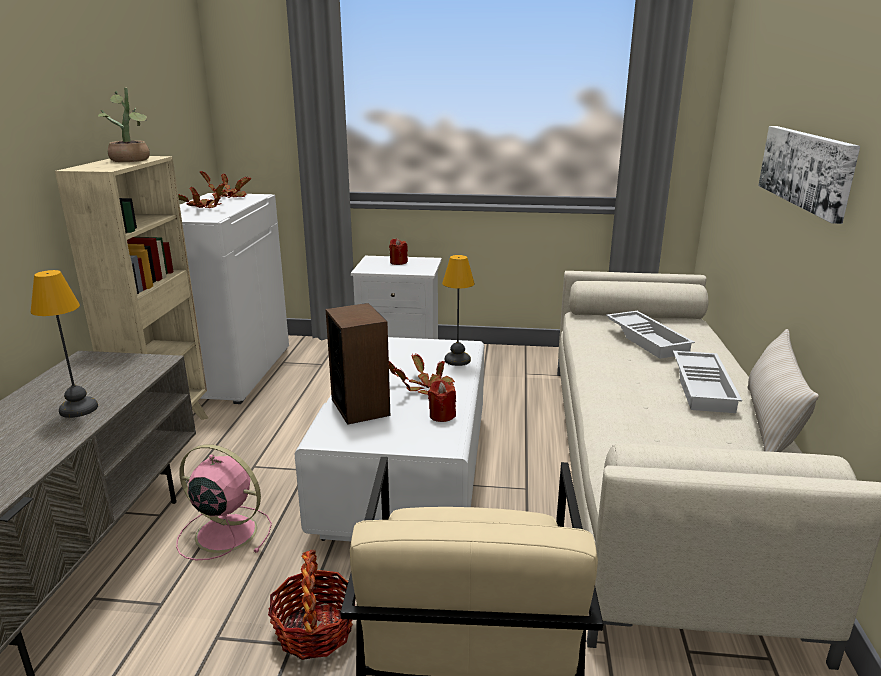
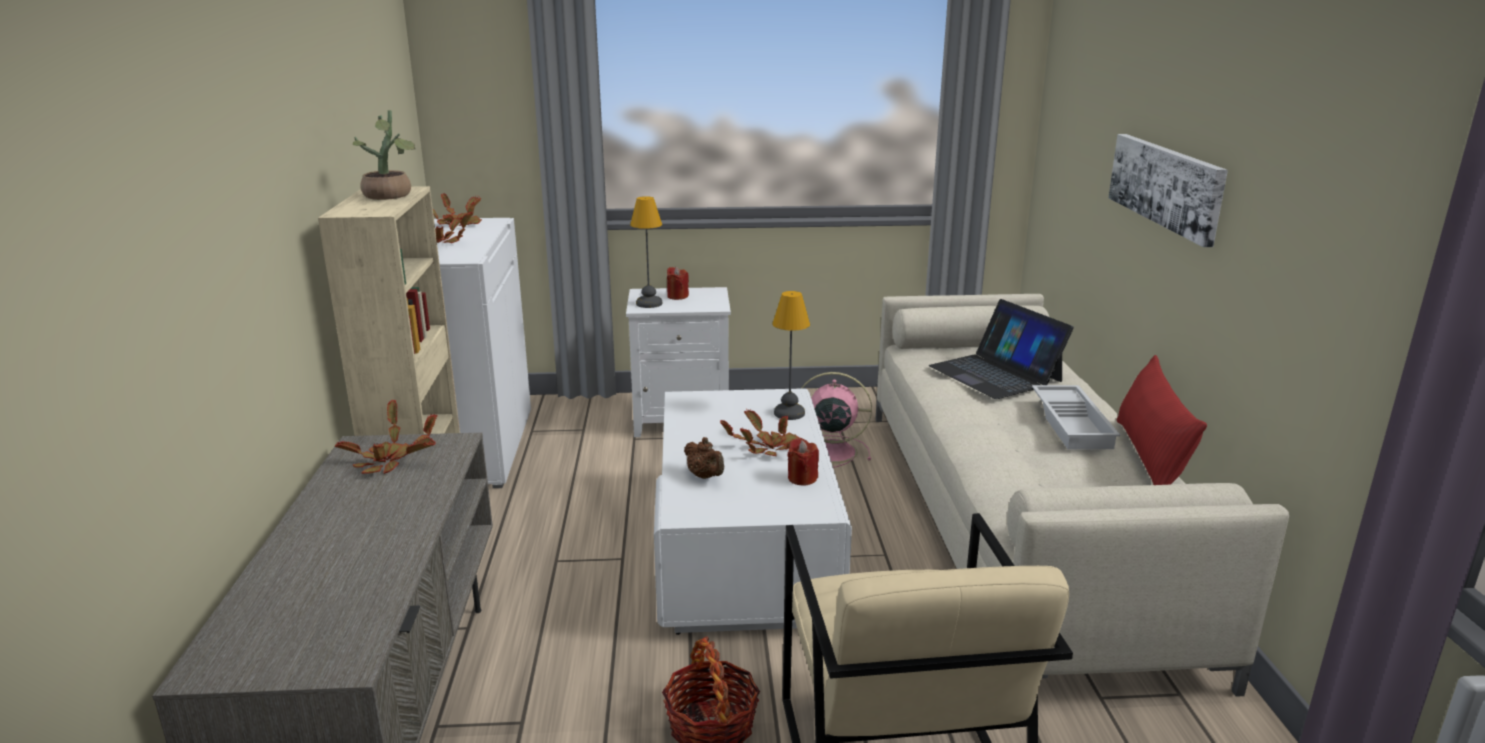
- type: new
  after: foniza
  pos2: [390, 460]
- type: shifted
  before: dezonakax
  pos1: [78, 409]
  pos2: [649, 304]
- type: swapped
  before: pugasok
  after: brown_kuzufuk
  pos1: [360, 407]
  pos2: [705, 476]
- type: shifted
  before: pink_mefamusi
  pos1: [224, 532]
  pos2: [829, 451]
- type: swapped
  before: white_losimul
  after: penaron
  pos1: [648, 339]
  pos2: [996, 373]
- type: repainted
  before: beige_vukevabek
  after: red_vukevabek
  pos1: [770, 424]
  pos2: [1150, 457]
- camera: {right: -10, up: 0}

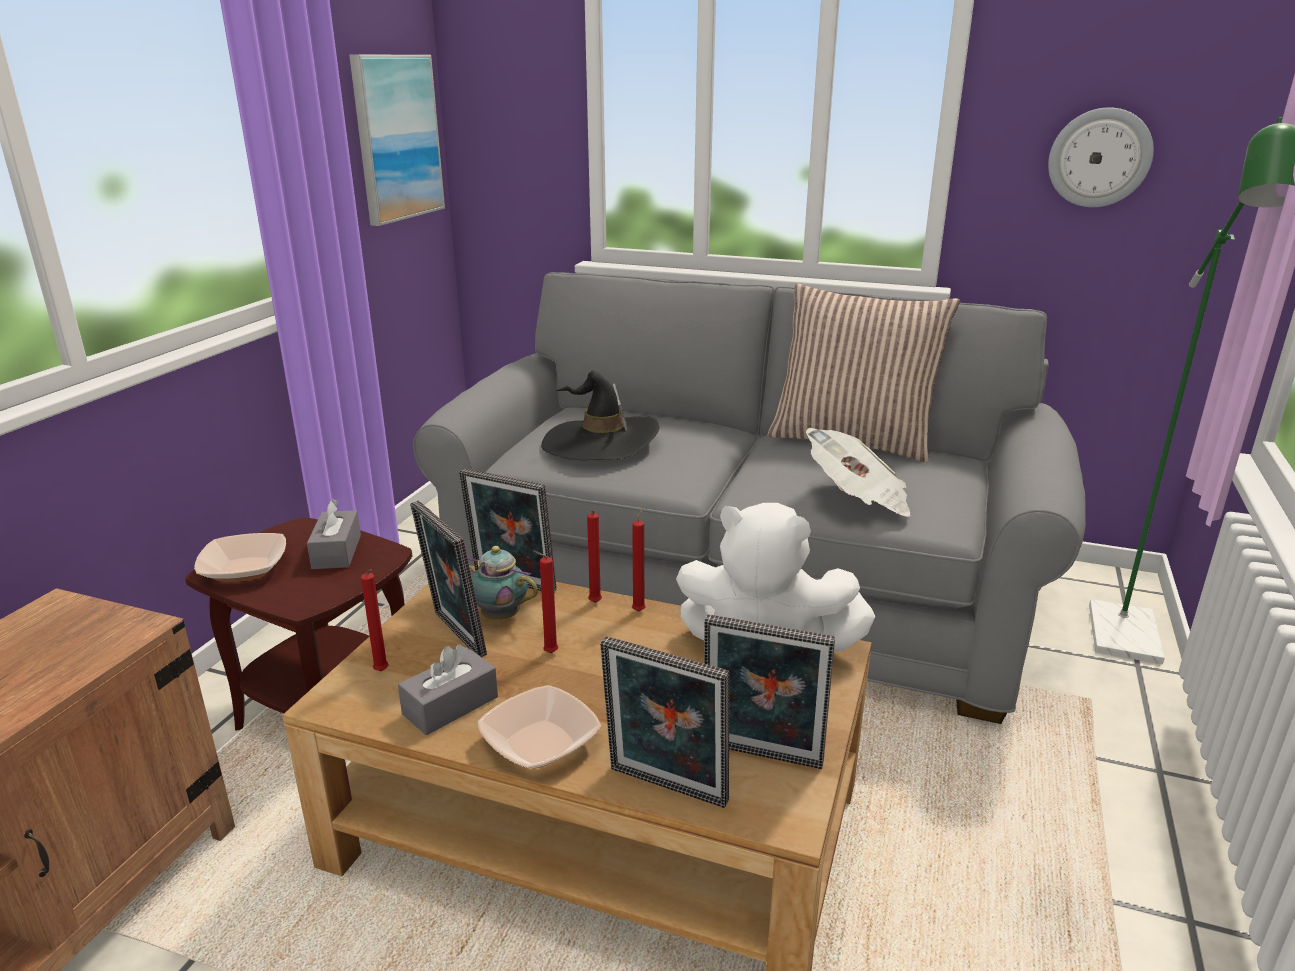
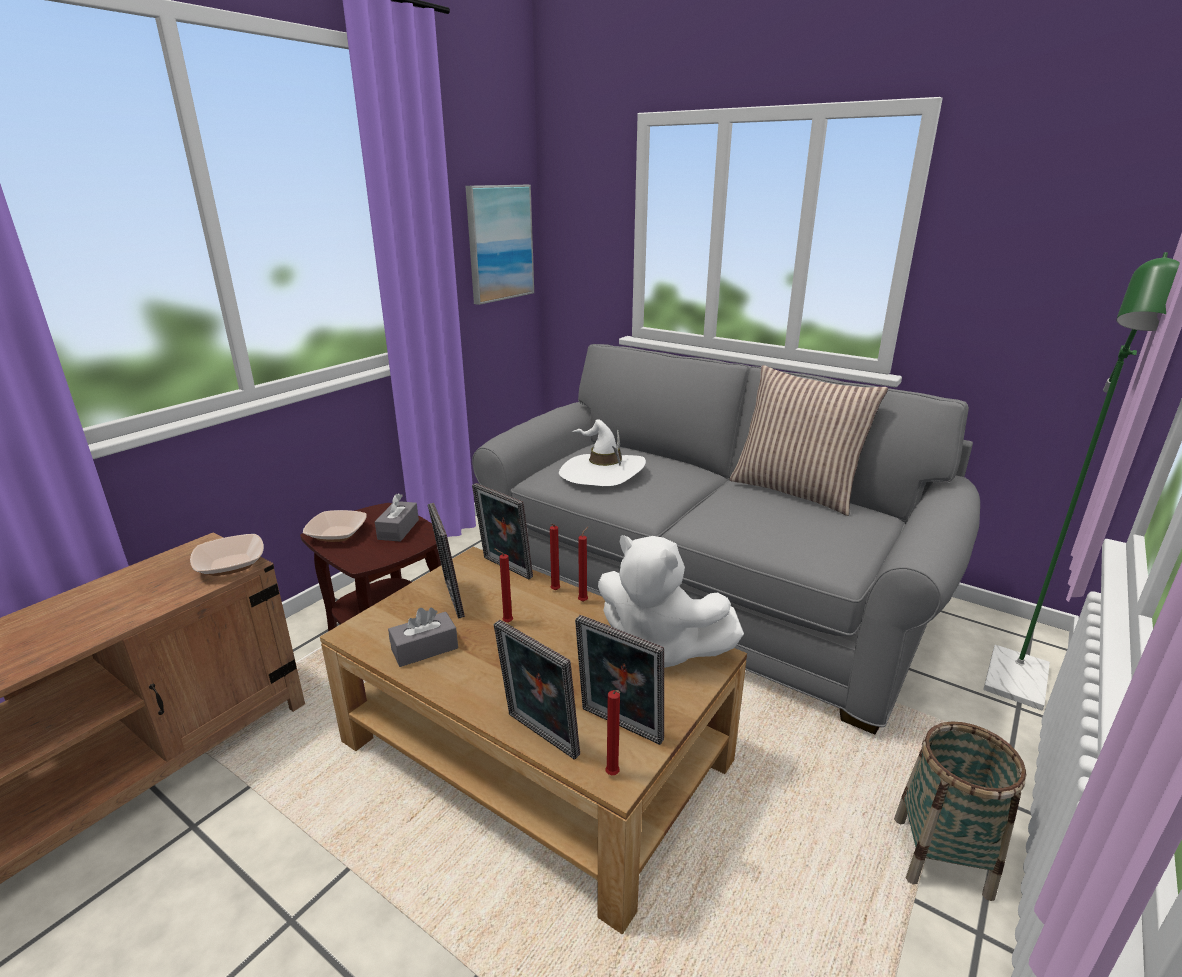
- type: shifted
  before: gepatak
  pos1: [540, 743]
  pos2: [231, 565]
- type: repainted
  before: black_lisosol
  after: white_lisosol
  pos1: [600, 443]
  pos2: [602, 473]
- type: shifted
  before: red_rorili
  pos1: [382, 672]
  pos2: [613, 776]
- type: new
  after: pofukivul
  pos2: [941, 856]
- type: gone
  before: kuzufuk
  pos1: [498, 615]
- type: gone
  before: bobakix
  pos1: [858, 499]
- type: gone
  before: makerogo
  pos1: [1099, 158]
- camera: {right: 15, up: 0}

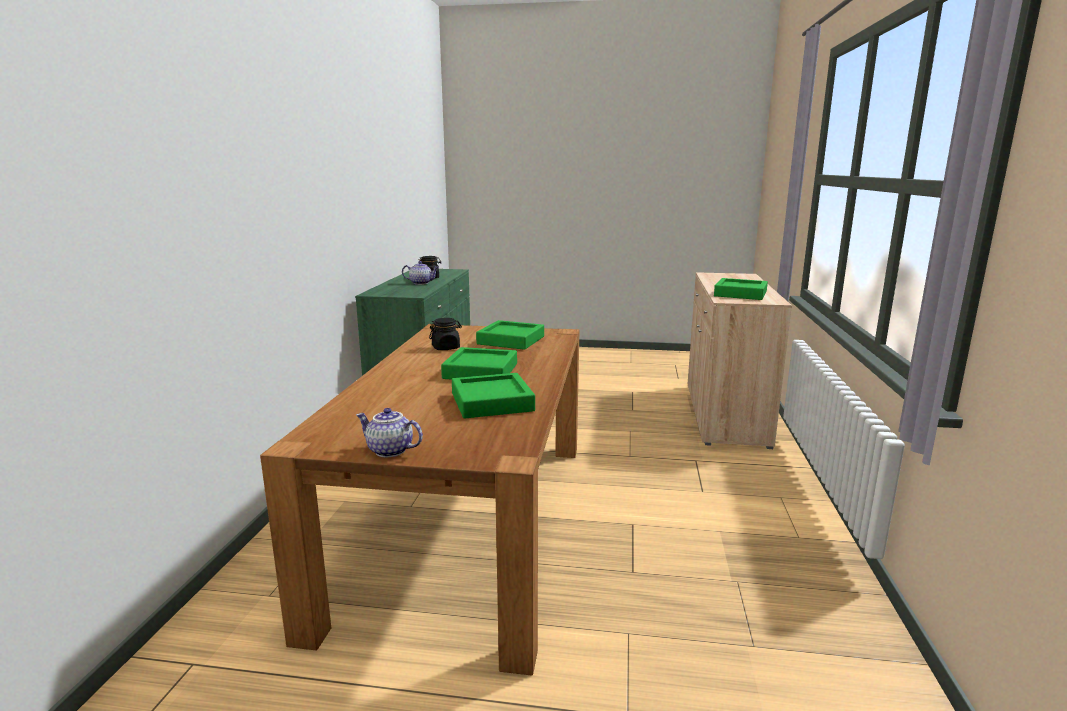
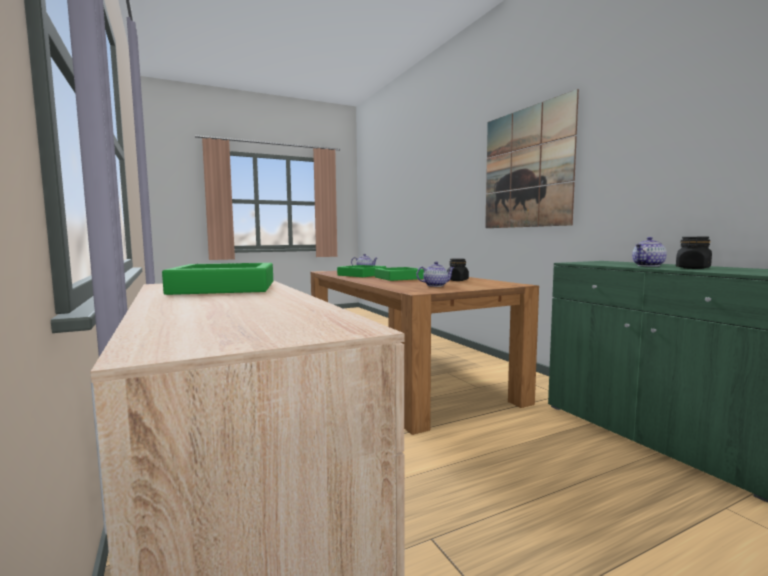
- type: swapped
  before: green_losimul
  after: kuzufuk
  pos1: [511, 340]
  pos2: [435, 285]
- type: new
  after: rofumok
  pos2: [526, 168]
- camera: {right: 145, up: -10}

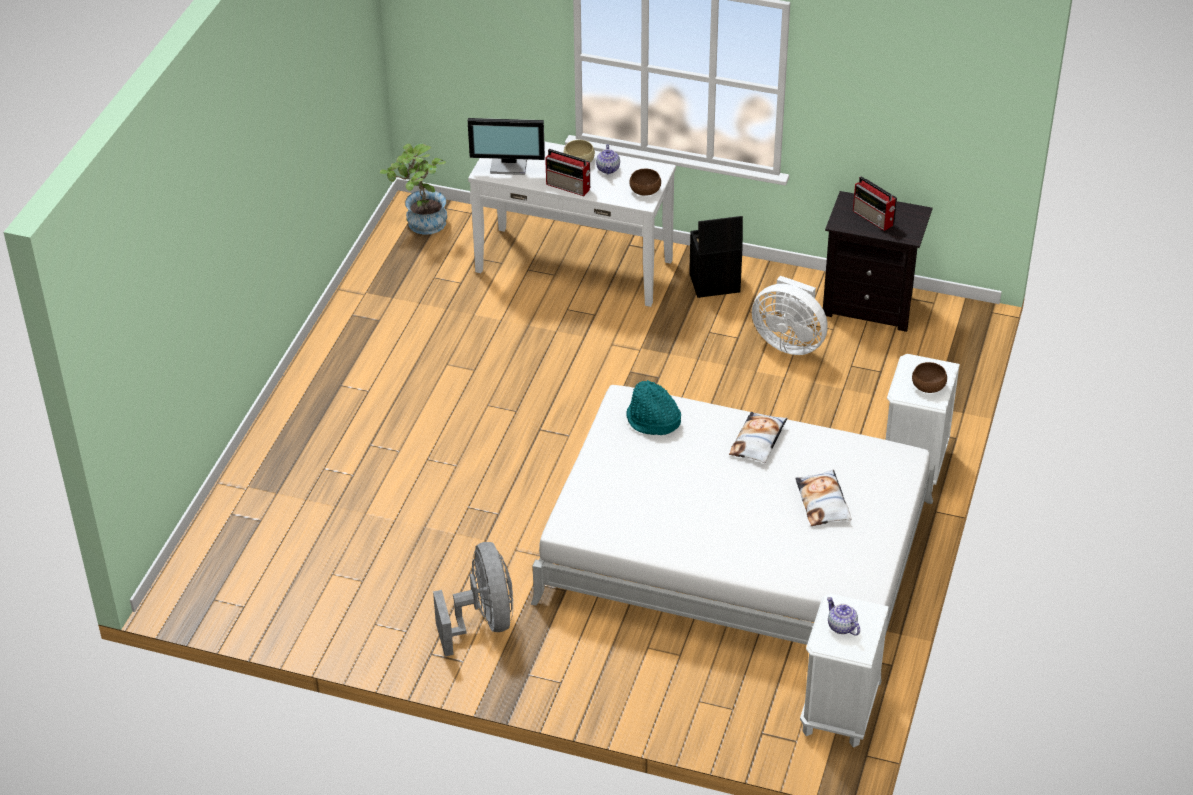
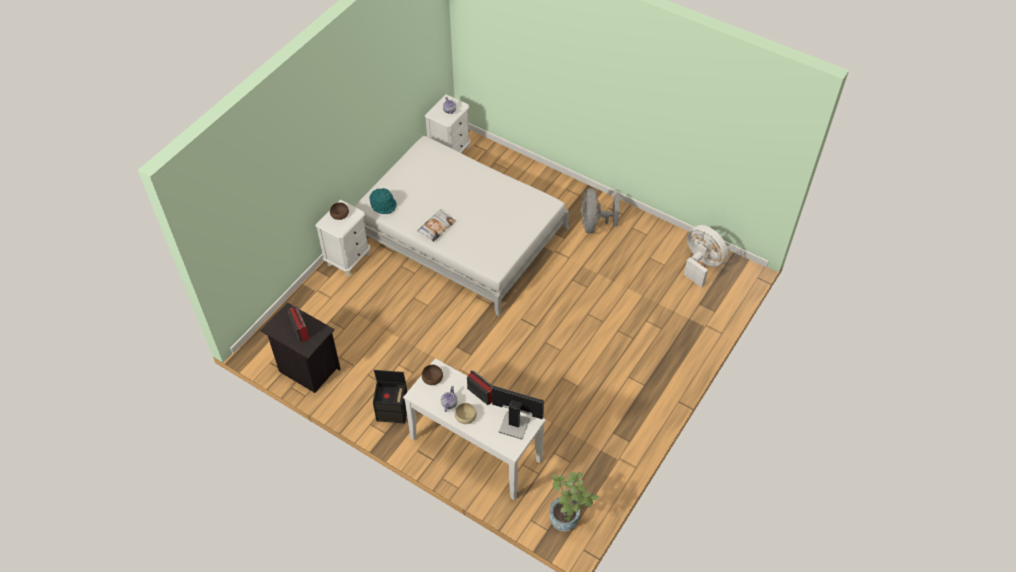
- type: shifted
  before: turquoise_lisosol
  pos1: [652, 421]
  pos2: [383, 205]
- type: shifted
  before: white_mefamusi
  pos1: [789, 342]
  pos2: [701, 264]
- type: gone
  before: vukevabek
  pos1: [823, 502]
- camera: {right: -165, up: 10}

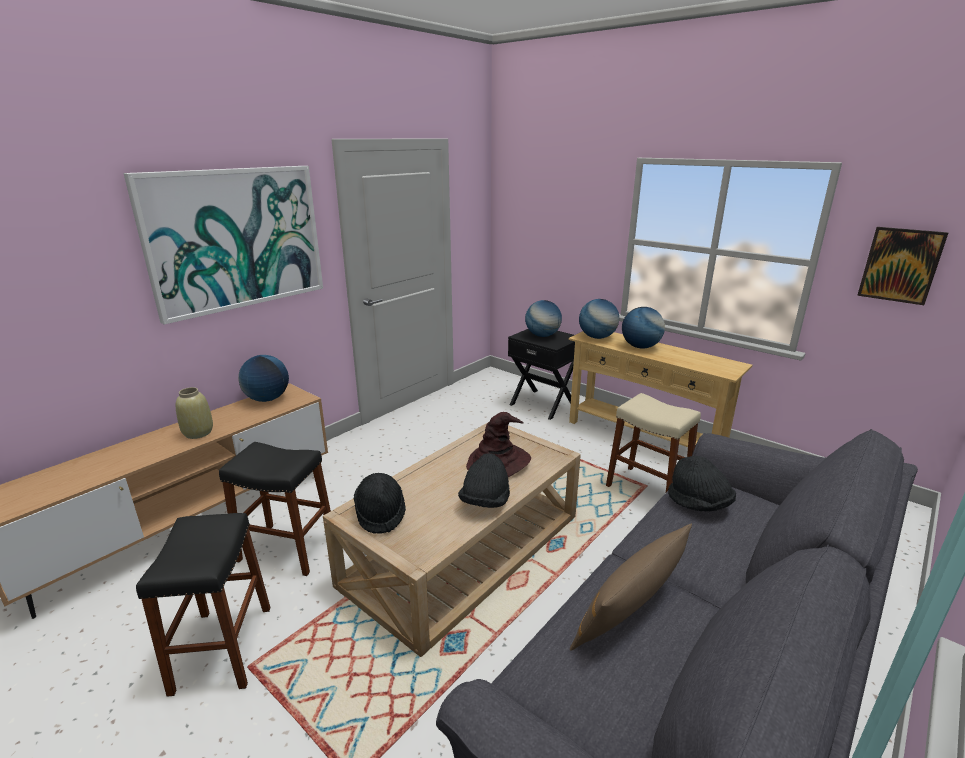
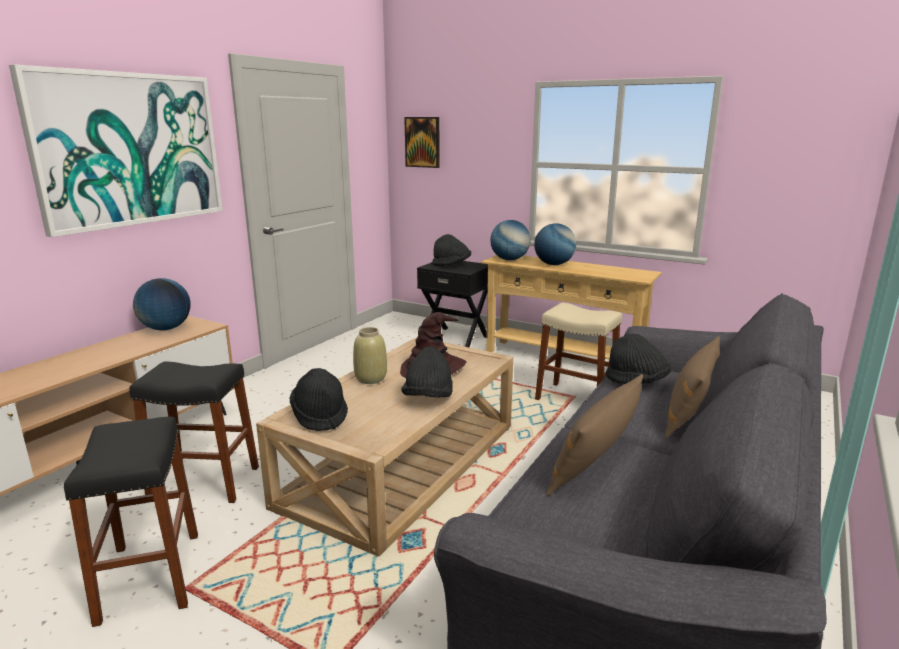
- type: shifted
  before: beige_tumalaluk
  pos1: [197, 433]
  pos2: [370, 379]
- type: shifted
  before: rofumok
  pos1: [900, 265]
  pos2: [422, 142]
- type: swapped
  before: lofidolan
  after: black_lisosol
  pos1: [542, 335]
  pos2: [452, 265]
- type: new
  after: brown_vukevabek
  pos2: [690, 412]
- camera: {right: -10, up: -5}

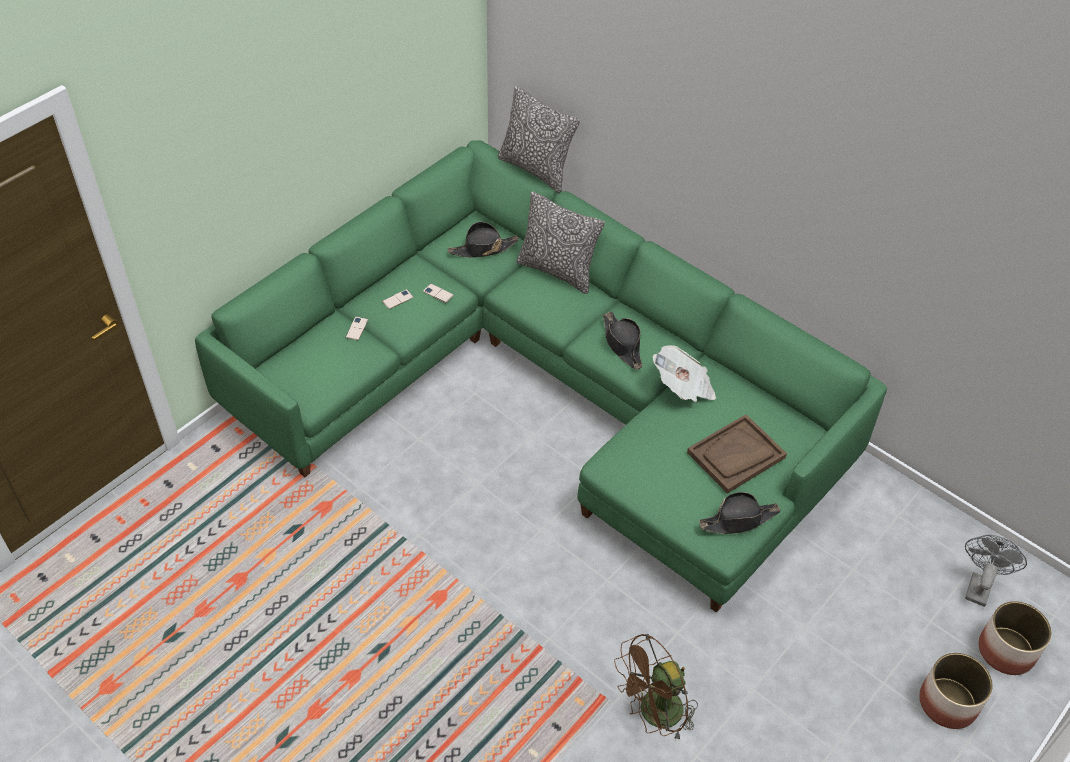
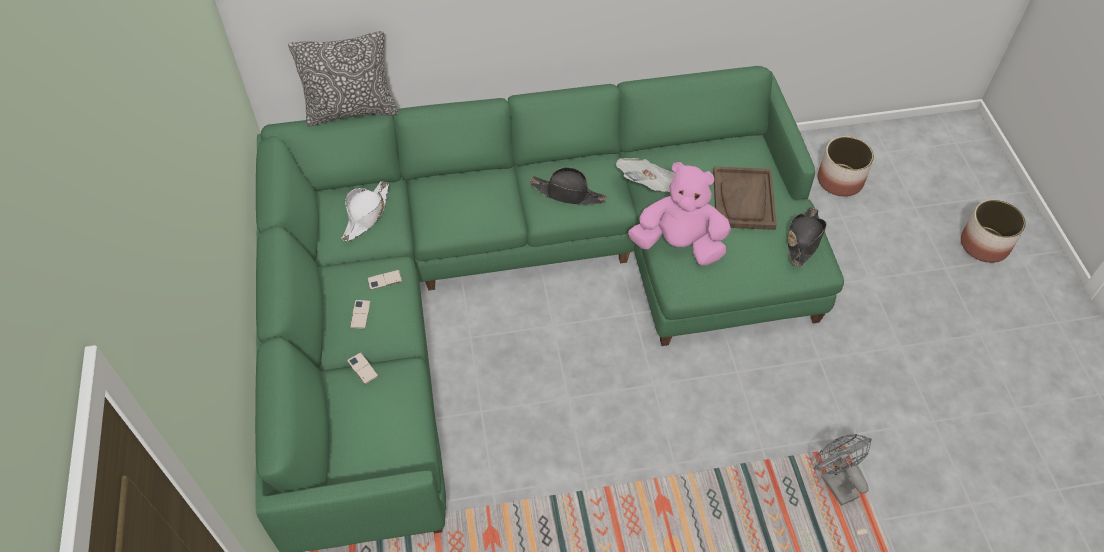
- type: repainted
  before: black_lisosol
  after: white_lisosol
  pos1: [483, 249]
  pos2: [366, 215]
- type: new
  after: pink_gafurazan
  pos2: [679, 245]
- type: shifted
  before: grey_mefamusi
  pos1: [979, 585]
  pos2: [834, 481]
- type: shifted
  before: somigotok
  pos1: [1006, 651]
  pos2: [840, 180]
- type: gone
  before: vukevabek
  pos1: [557, 271]
- type: gone
  before: brown_mefamusi
  pos1: [653, 715]
- camera: {right: -50, up: 5}

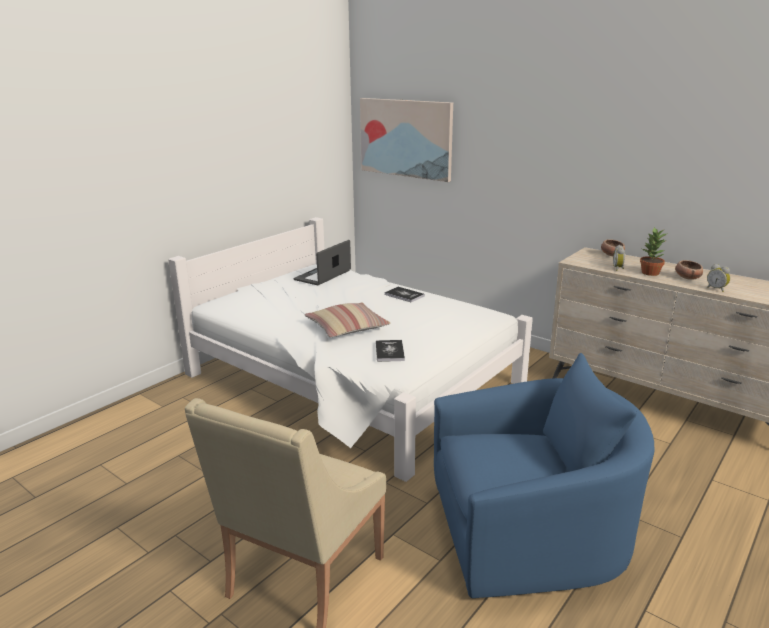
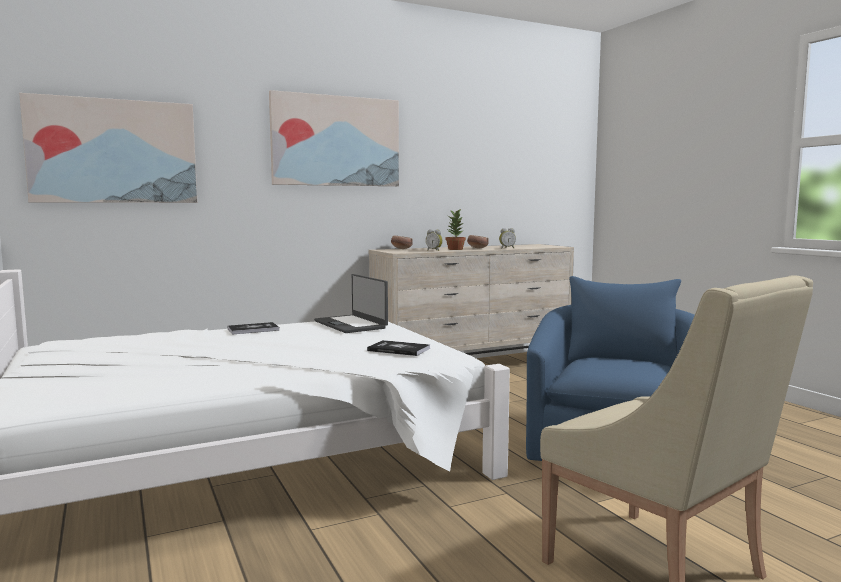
- type: new
  after: rofumok
  pos2: [336, 141]
- type: shifted
  before: penaron
  pos1: [323, 275]
  pos2: [351, 324]
- type: gone
  before: vukevabek
  pos1: [347, 328]
- camera: {right: -65, up: -15}

